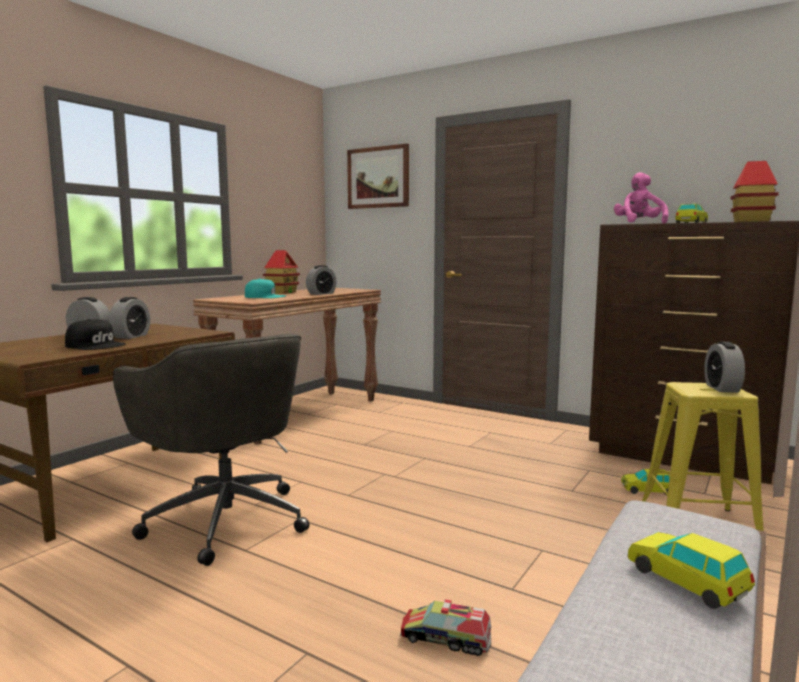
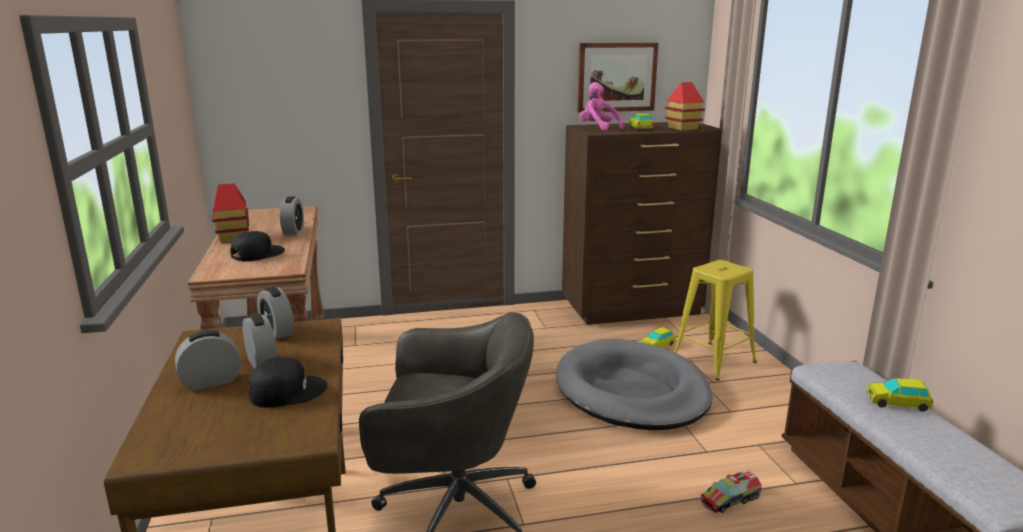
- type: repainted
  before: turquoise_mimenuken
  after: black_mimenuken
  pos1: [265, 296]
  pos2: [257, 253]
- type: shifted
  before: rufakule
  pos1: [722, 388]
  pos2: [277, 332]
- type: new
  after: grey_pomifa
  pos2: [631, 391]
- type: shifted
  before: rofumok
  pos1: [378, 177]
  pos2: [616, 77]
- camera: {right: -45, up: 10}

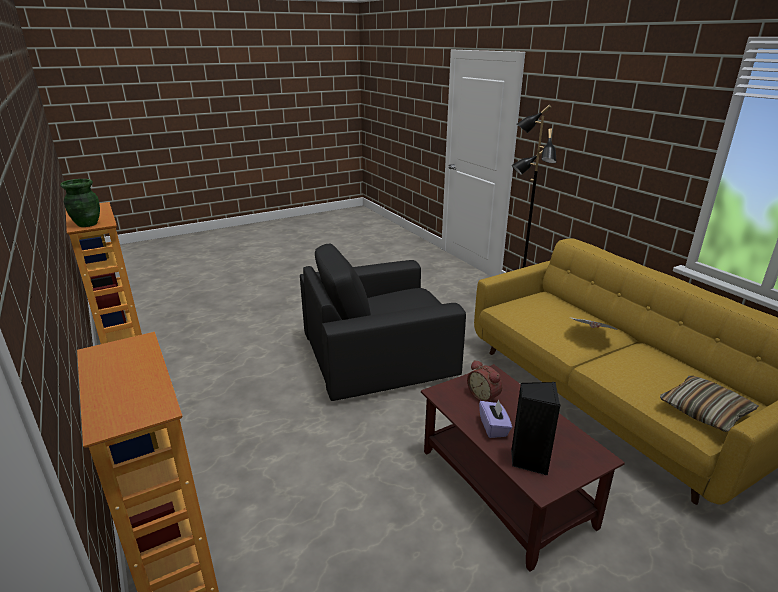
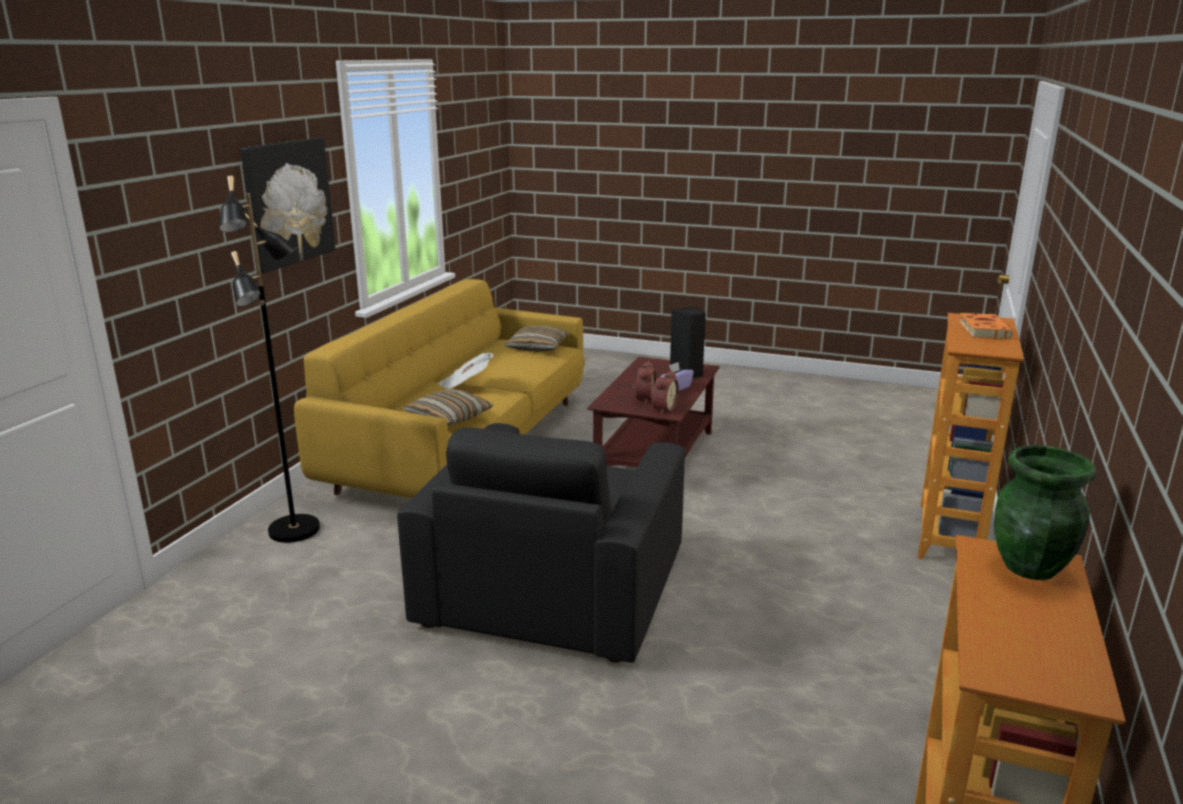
- type: new
  after: rofumok
  pos2: [288, 202]
- type: rotated
  before: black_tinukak
  pos1: [379, 355]
  pos2: [553, 584]
  turn: 75
- type: new
  after: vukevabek
  pos2: [449, 417]
- type: new
  after: rufakule
  pos2: [662, 409]
- type: new
  after: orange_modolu
  pos2: [983, 330]
- camera: {right: -130, up: -5}

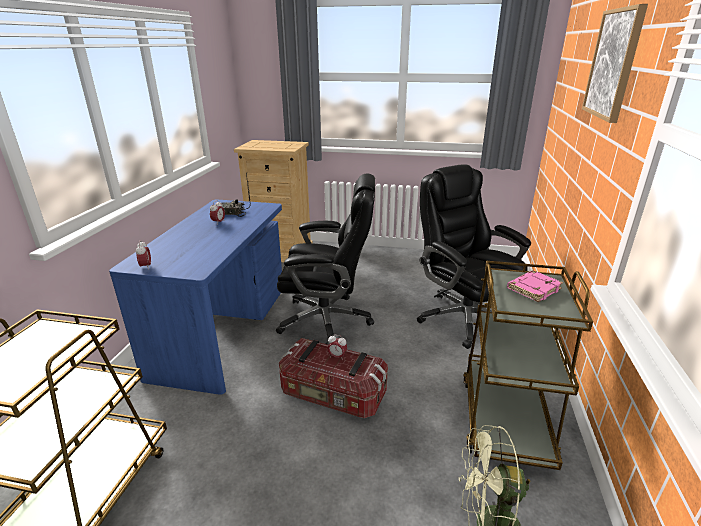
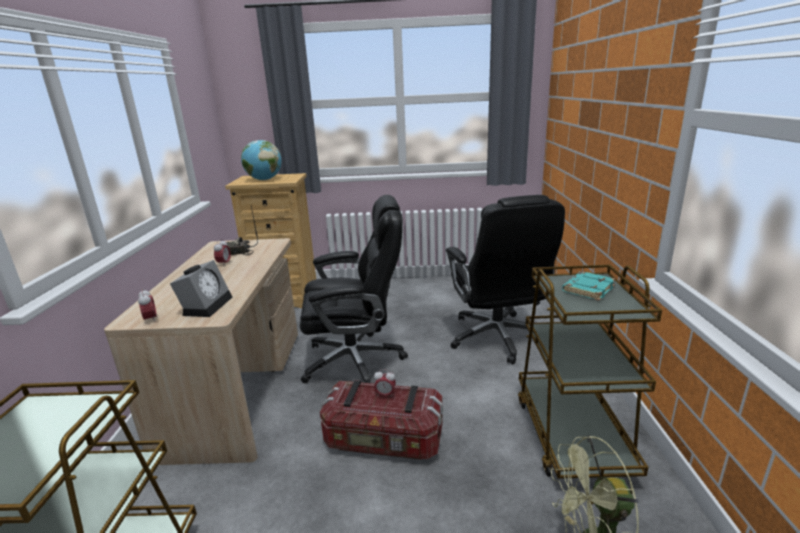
- type: repainted
  before: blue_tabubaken
  after: beige_tabubaken
  pos1: [224, 330]
  pos2: [239, 388]
- type: new
  after: rufakule
  pos2: [206, 305]
- type: new
  after: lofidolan
  pos2: [264, 180]
- type: rotated
  before: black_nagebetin
  pos1: [463, 317]
  pos2: [498, 338]
  turn: -150
- type: repainted
  before: pink_modolu
  after: turquoise_modolu
  pos1: [533, 288]
  pos2: [587, 289]
- type: gone
  before: rofumok
  pos1: [613, 64]
- camera: {right: -10, up: -5}

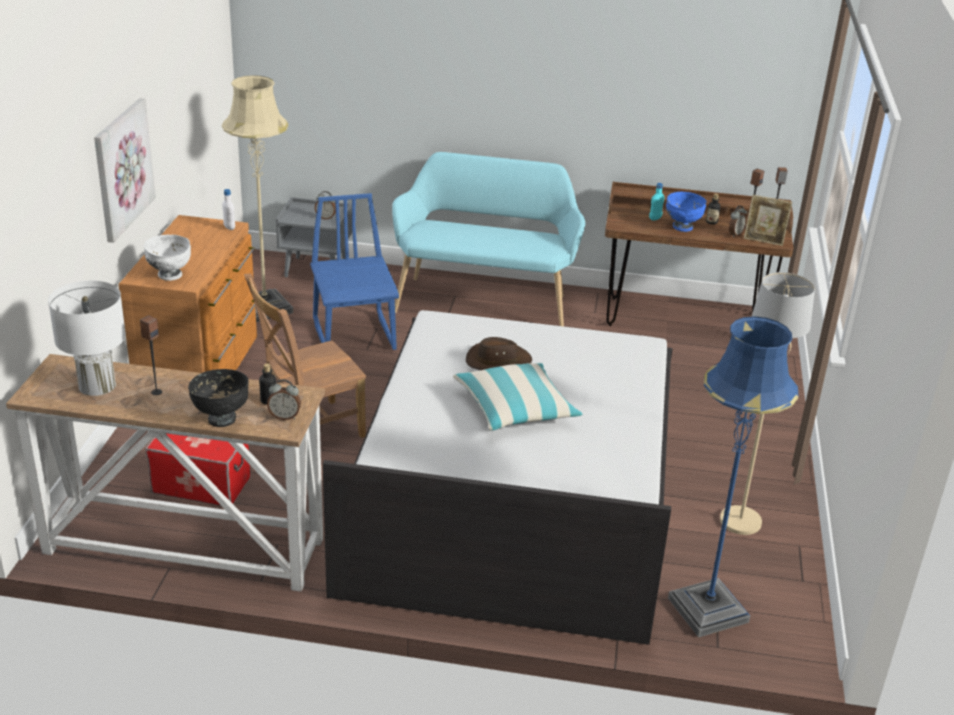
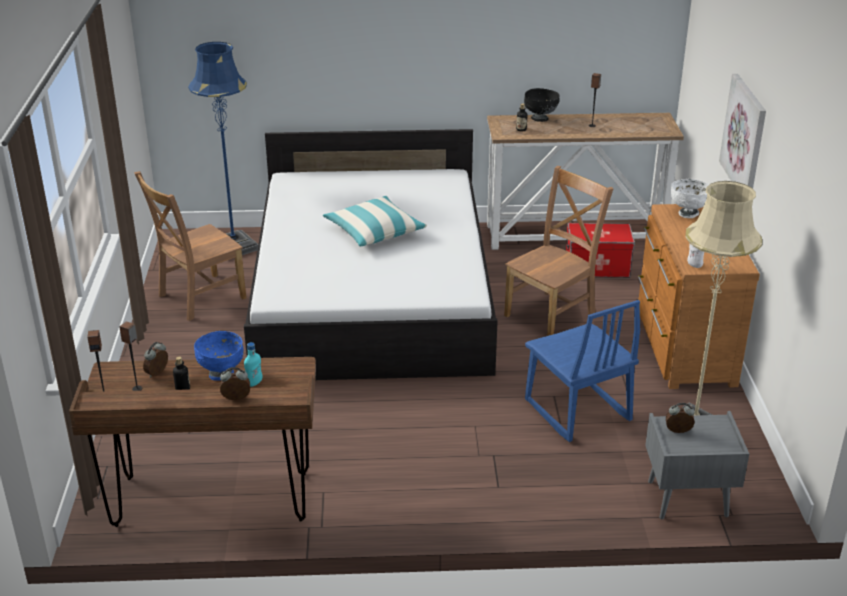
- type: swapped
  before: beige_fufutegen
  after: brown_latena
  pos1: [741, 521]
  pos2: [198, 298]
- type: shifted
  before: rufakule
  pos1: [284, 416]
  pos2: [236, 399]
- type: gone
  before: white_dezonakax
  pos1: [97, 385]
- type: gone
  before: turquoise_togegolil
  pos1: [484, 301]
- type: gone
  before: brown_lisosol
  pos1: [498, 361]
- type: gone
  before: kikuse
  pos1: [763, 241]
- camera: {right: 170, up: 0}

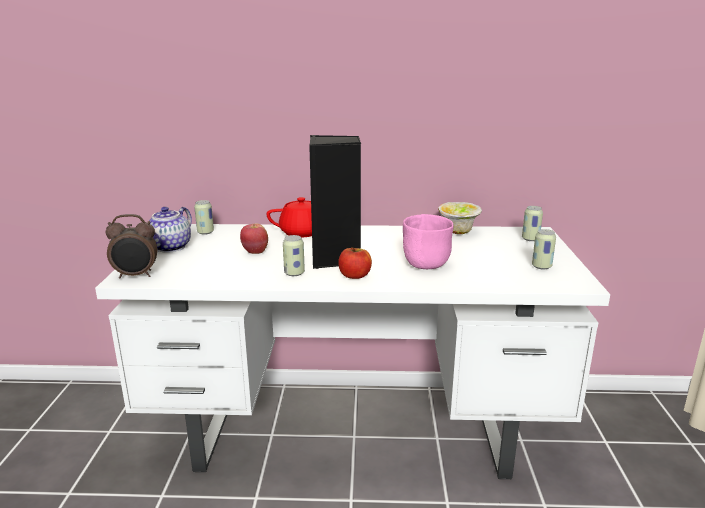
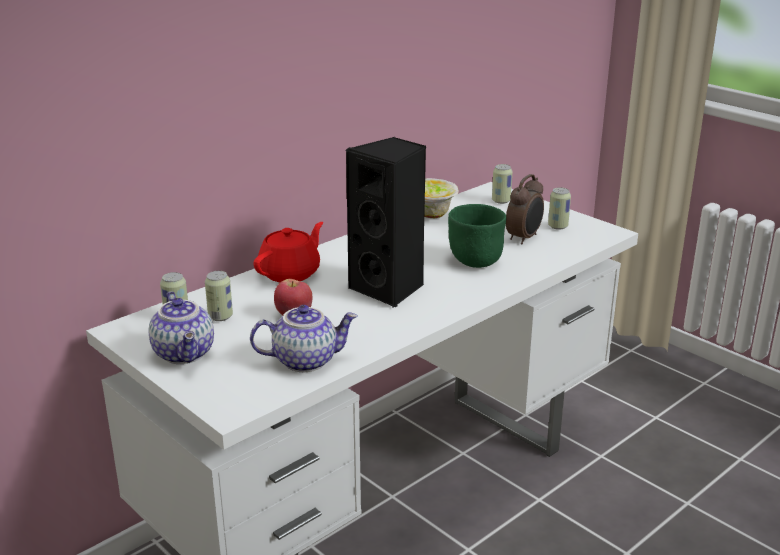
- type: shifted
  before: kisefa
  pos1: [294, 273]
  pos2: [220, 316]
- type: new
  after: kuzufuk
  pos2: [305, 360]
- type: repainted
  before: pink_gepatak
  after: green_gepatak
  pos1: [425, 264]
  pos2: [474, 262]
- type: shifted
  before: rufakule
  pos1: [136, 275]
  pos2: [524, 238]
- type: gone
  before: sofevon
  pos1: [355, 276]
- camera: {right: -45, up: 5}

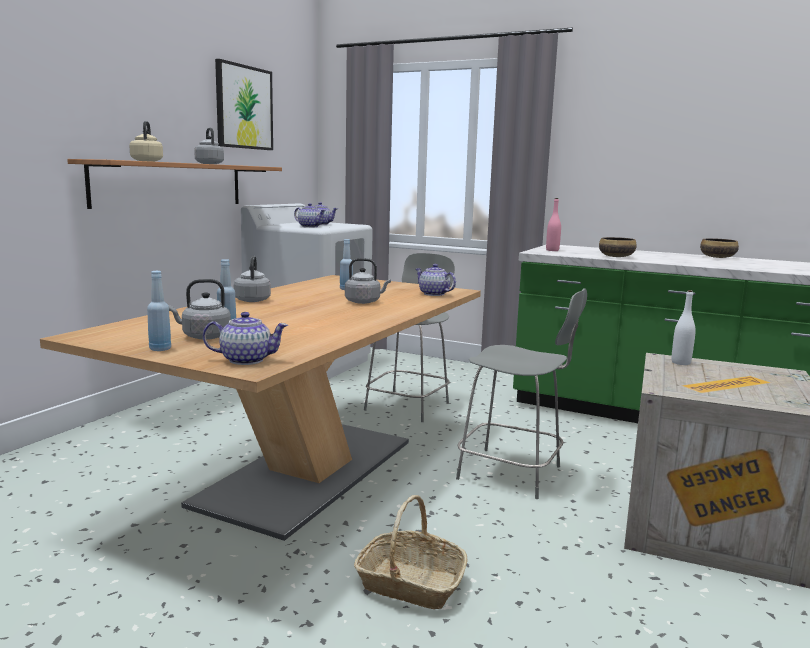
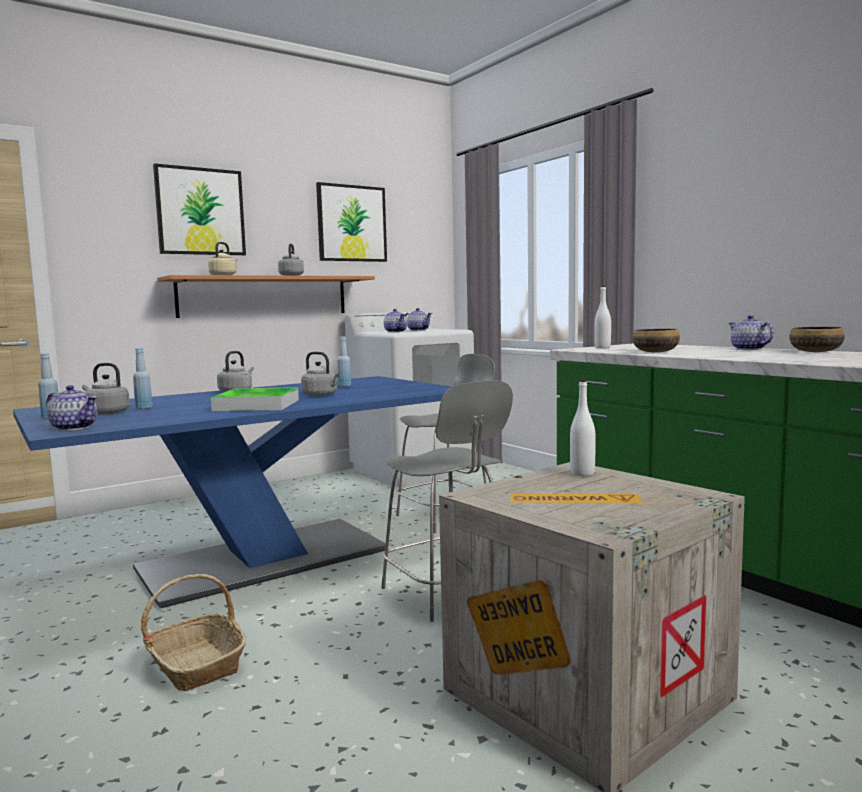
- type: repainted
  before: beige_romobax
  after: blue_romobax
  pos1: [308, 473]
  pos2: [264, 560]
- type: new
  after: rofumok
  pos2: [200, 211]
- type: new
  after: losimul
  pos2: [257, 405]
- type: repainted
  before: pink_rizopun
  after: white_rizopun
  pos1: [552, 250]
  pos2: [602, 348]
- type: shifted
  before: kuzufuk
  pos1: [434, 294]
  pos2: [749, 349]
- camera: {right: 30, up: -5}

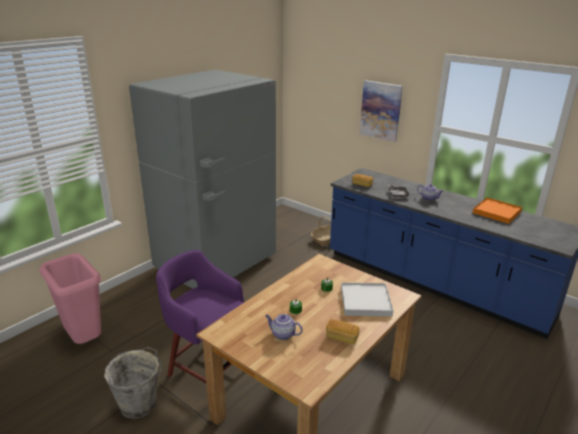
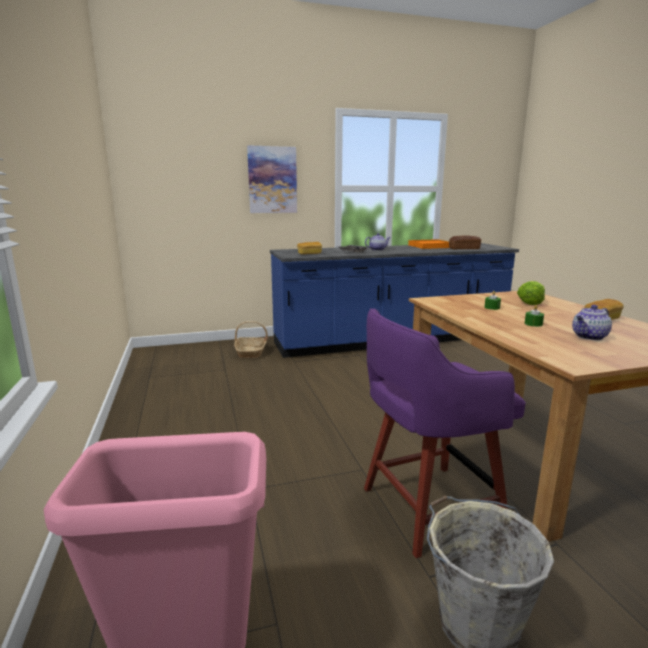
- type: new
  after: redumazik
  pos2: [464, 249]
- type: swapped
  before: white_losimul
  after: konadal
  pos1: [365, 301]
  pos2: [530, 302]
- type: gone
  before: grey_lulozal
  pos1: [217, 263]
- camera: {right: -55, up: -10}

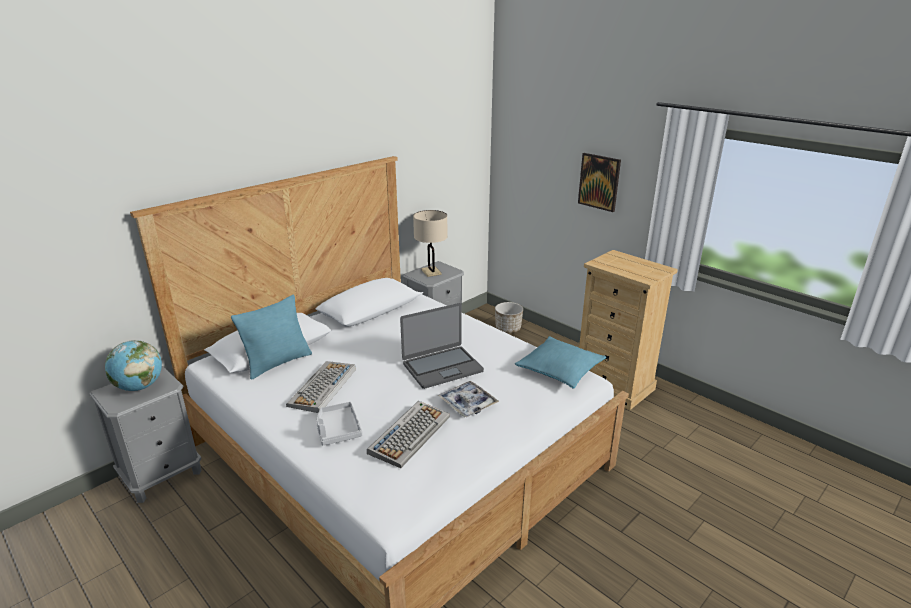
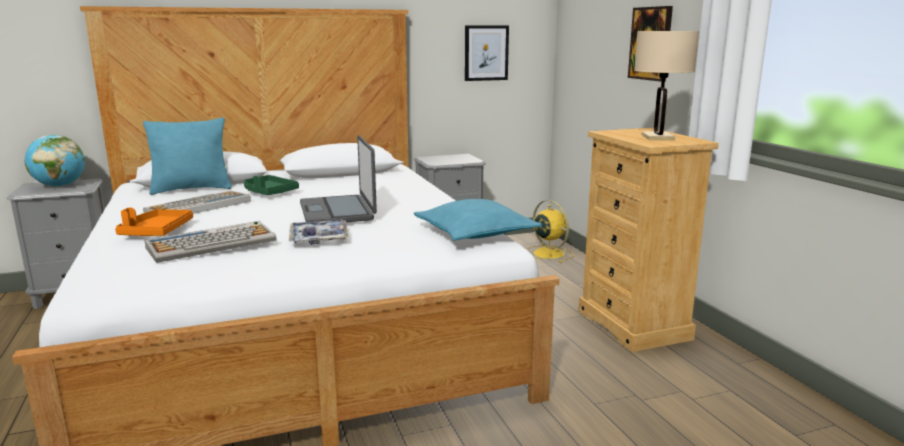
- type: repainted
  before: grey_losimul
  after: orange_losimul
  pos1: [338, 430]
  pos2: [156, 232]
- type: new
  after: green_losimul
  pos2: [269, 193]
- type: rotated
  before: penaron
  pos1: [442, 367]
  pos2: [338, 211]
  turn: 75
- type: new
  after: rofumok
  pos2: [486, 53]
- type: swapped
  before: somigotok
  after: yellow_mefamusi
  pos1: [508, 329]
  pos2: [547, 253]
- type: shifted
  before: beige_dezonakax
  pos1: [431, 272]
  pos2: [657, 137]
- camera: {right: 25, up: -10}

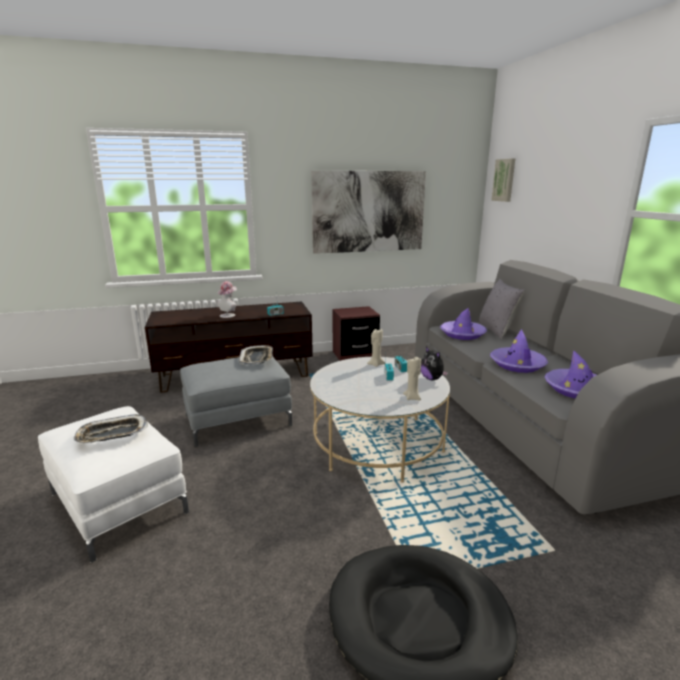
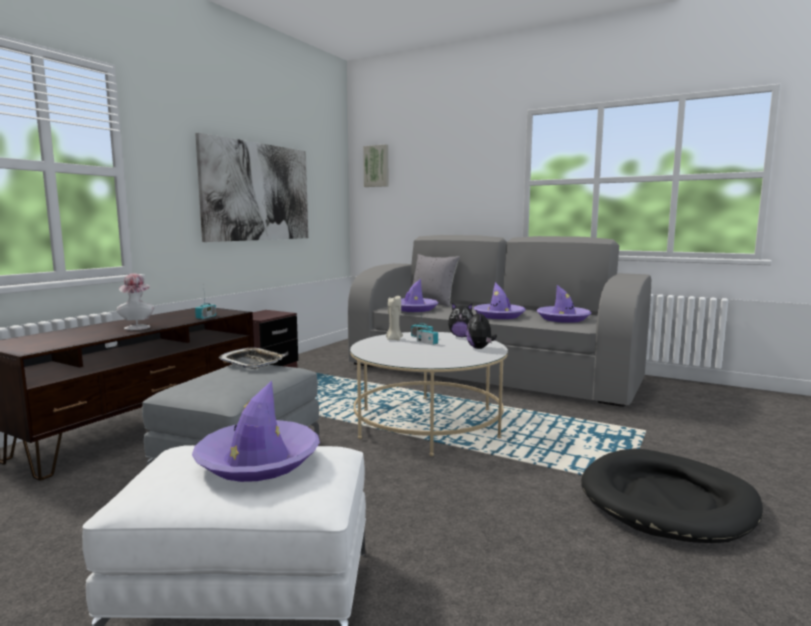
- type: swapped
  before: losimul
  after: purple_lisosol
  pos1: [112, 434]
  pos2: [258, 461]
- type: swapped
  before: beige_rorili
  after: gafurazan
  pos1: [412, 397]
  pos2: [480, 348]
- camera: {right: -45, up: -10}

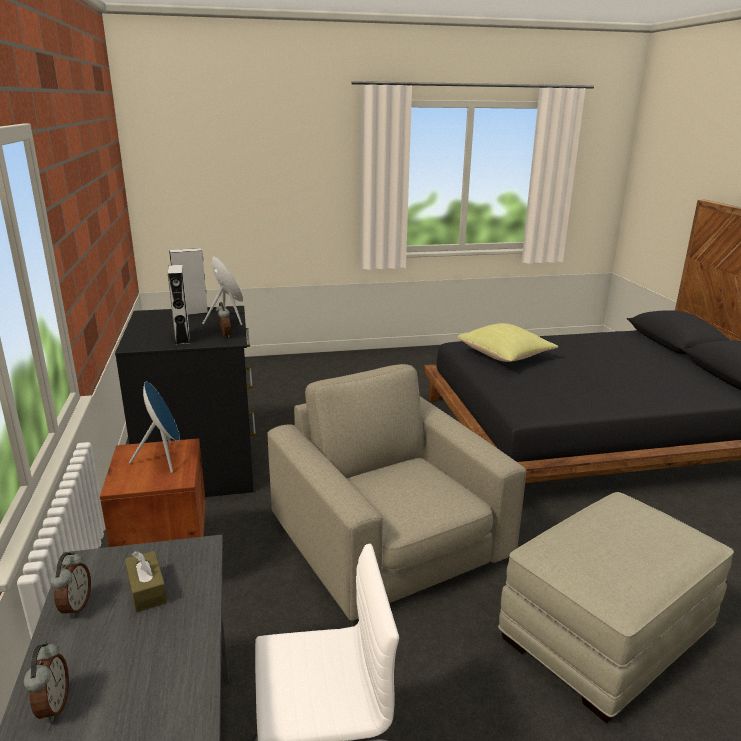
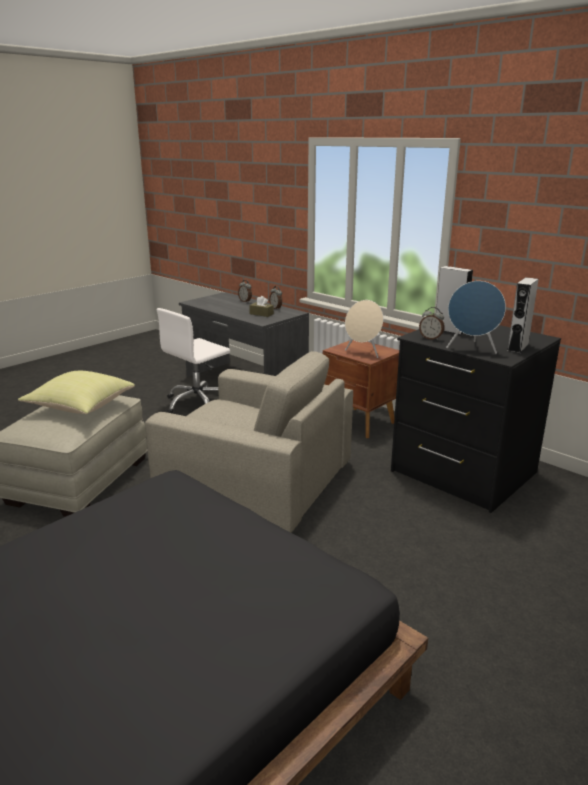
- type: shifted
  before: yellow_vukevabek
  pos1: [506, 356]
  pos2: [79, 408]
- type: repainted
  before: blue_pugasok
  after: beige_pugasok
  pos1: [164, 458]
  pos2: [363, 353]
- camera: {right: 145, up: 0}

